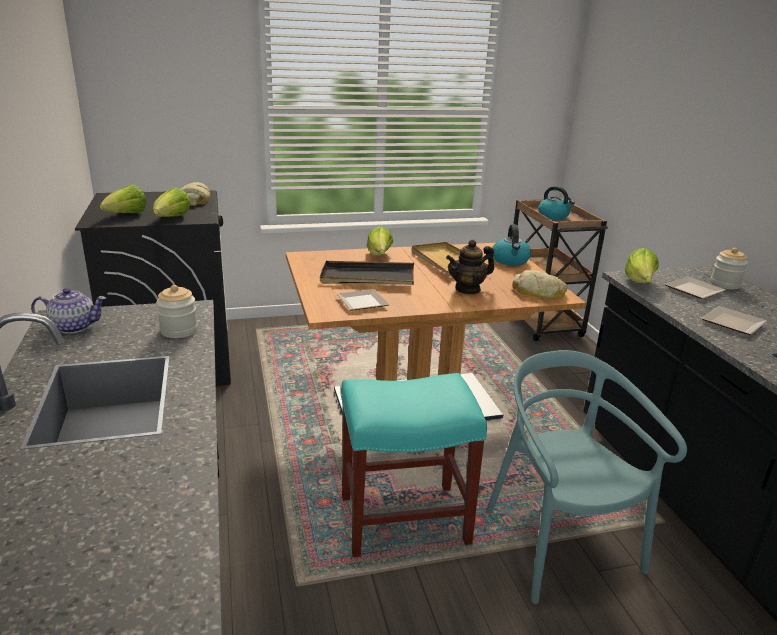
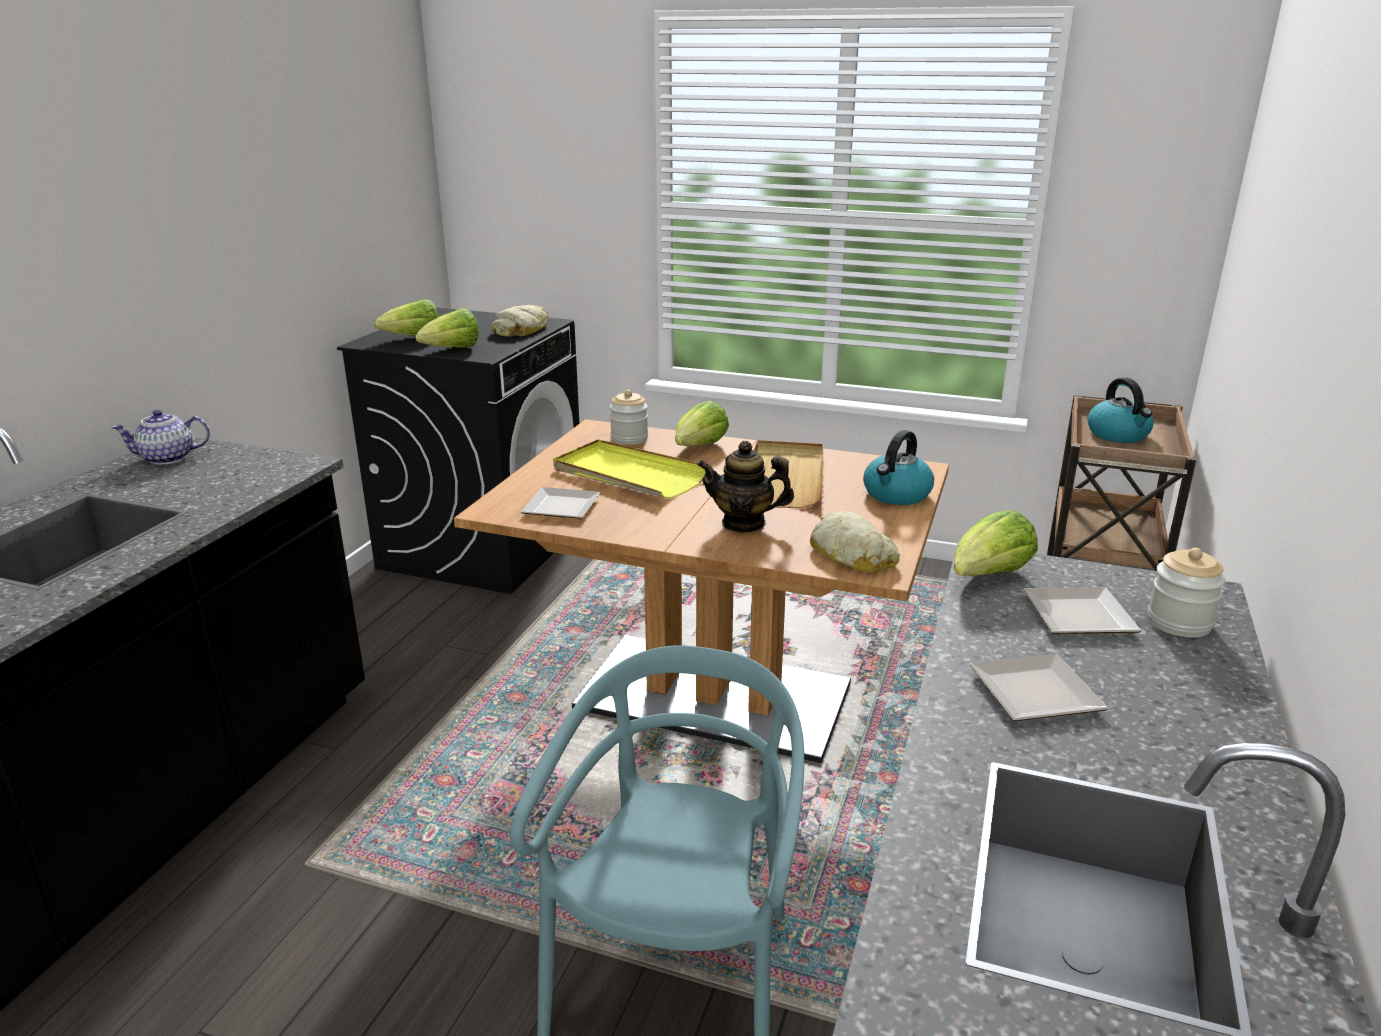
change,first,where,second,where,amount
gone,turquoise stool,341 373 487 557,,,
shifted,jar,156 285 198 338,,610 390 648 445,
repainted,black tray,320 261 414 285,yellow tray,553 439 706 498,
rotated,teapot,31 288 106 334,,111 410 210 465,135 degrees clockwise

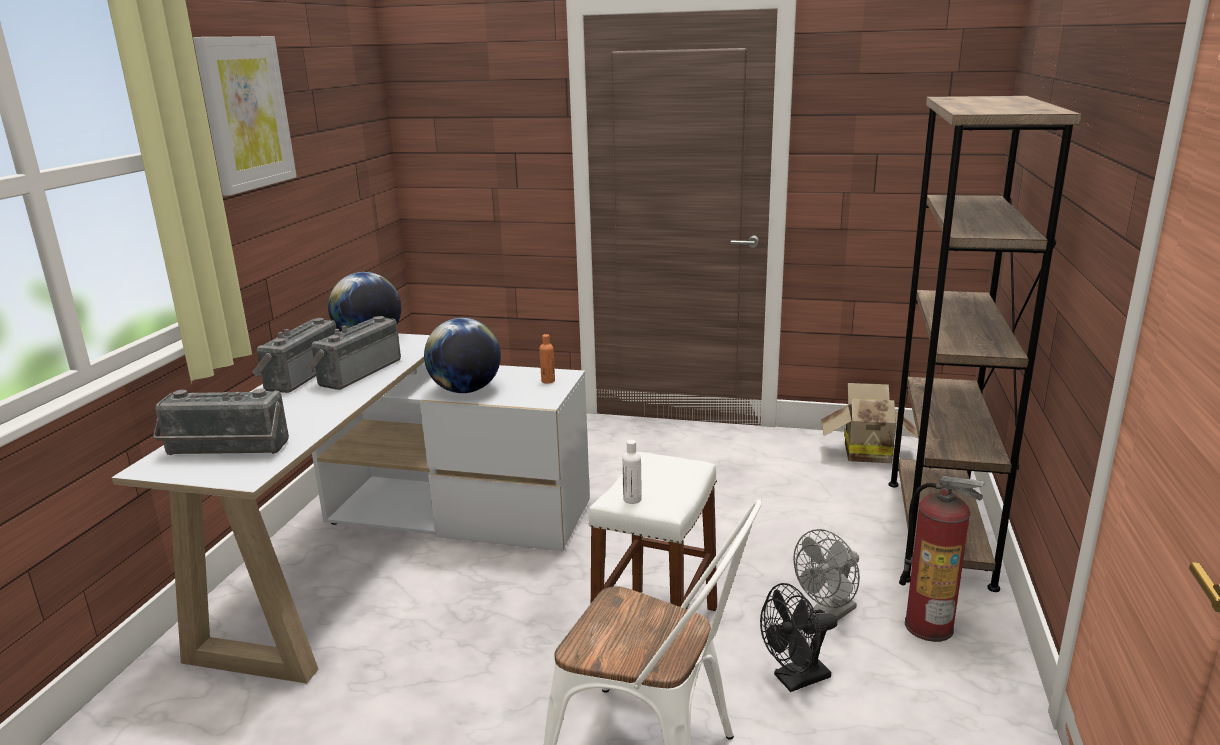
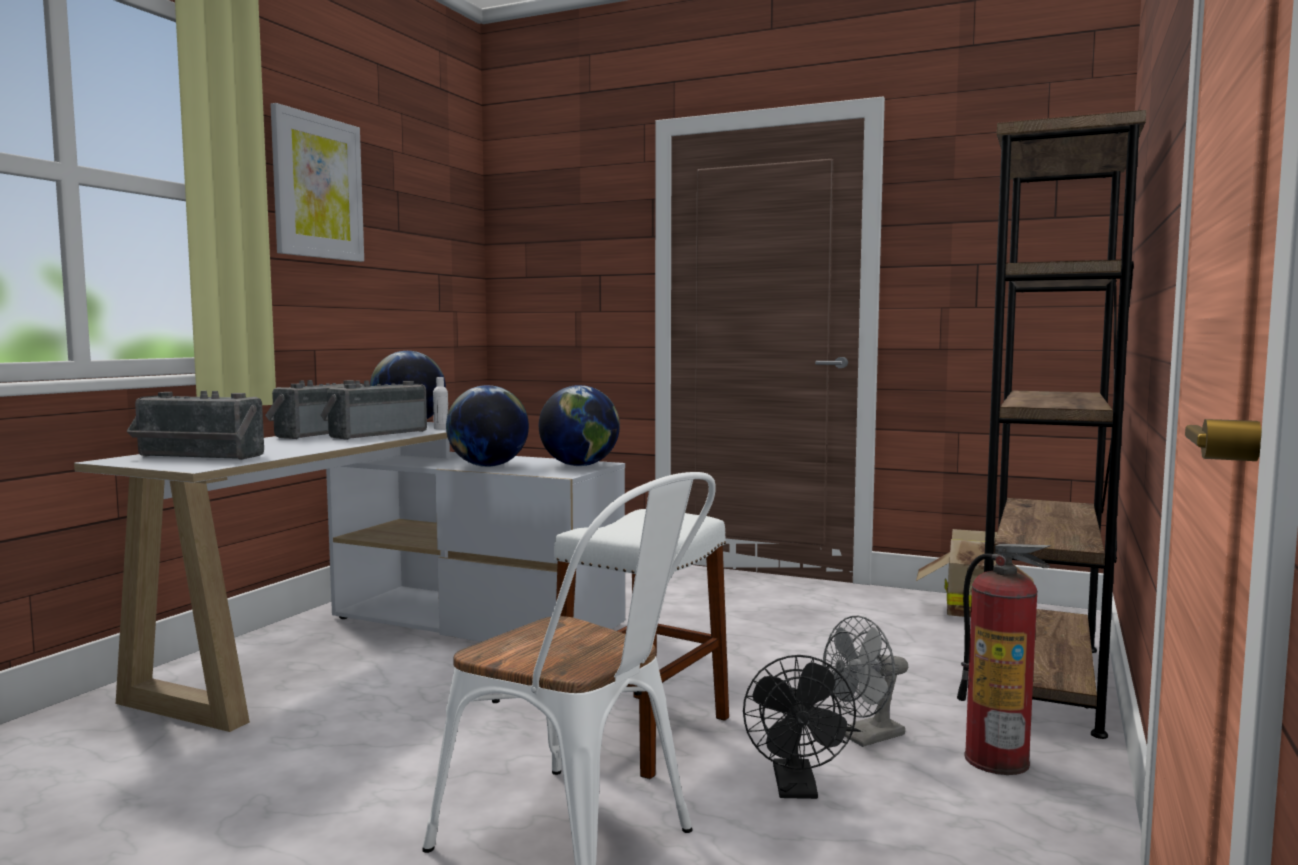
change,first,where,second,where,amount
shifted,white bottle,622 440 642 504,,433 377 448 429,
swapped,orange bottle,539 334 555 384,globe,539 385 620 466,
rotated,black fan,760 583 838 692,,743 655 856 799,75 degrees counterclockwise

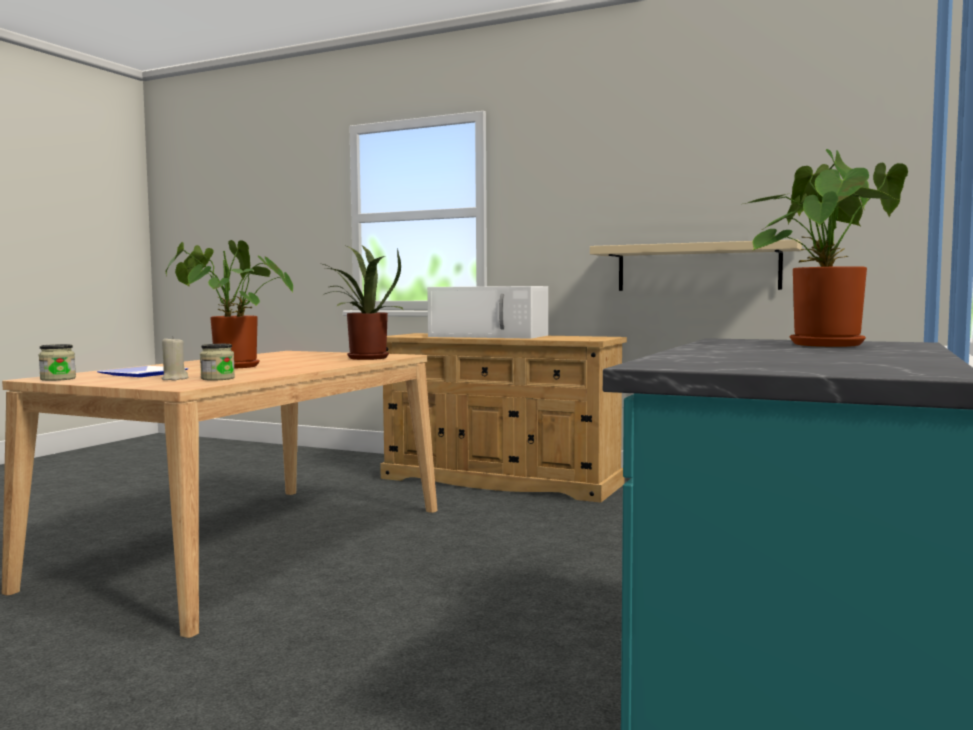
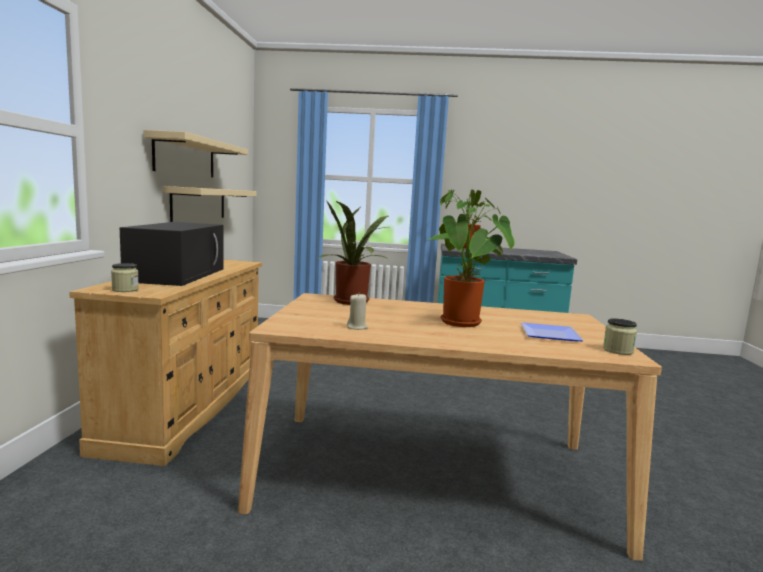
change,first,where,second,where,amount
new,,,beige shelf,143 130 248 177,
shifted,beige candle,161 336 188 381,,347 293 368 330,
shifted,jar,200 344 235 381,,111 263 139 292,
repainted,white microwave,427 286 548 339,black microwave,120 222 224 286,

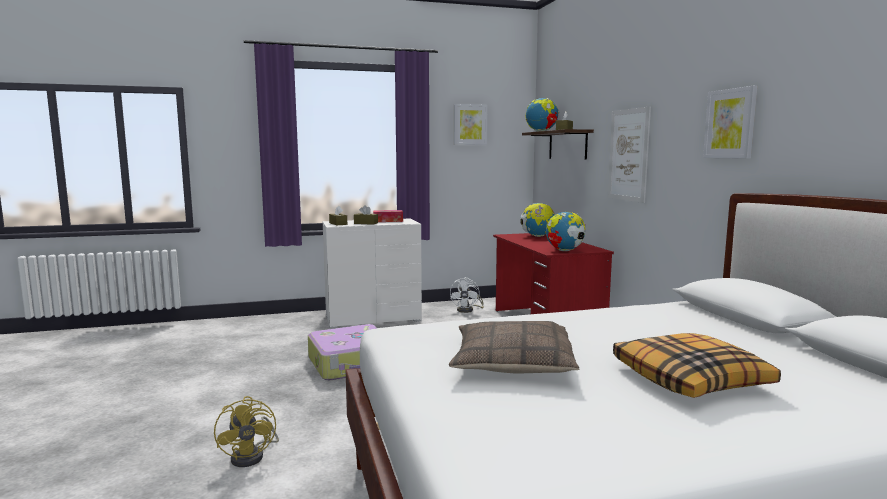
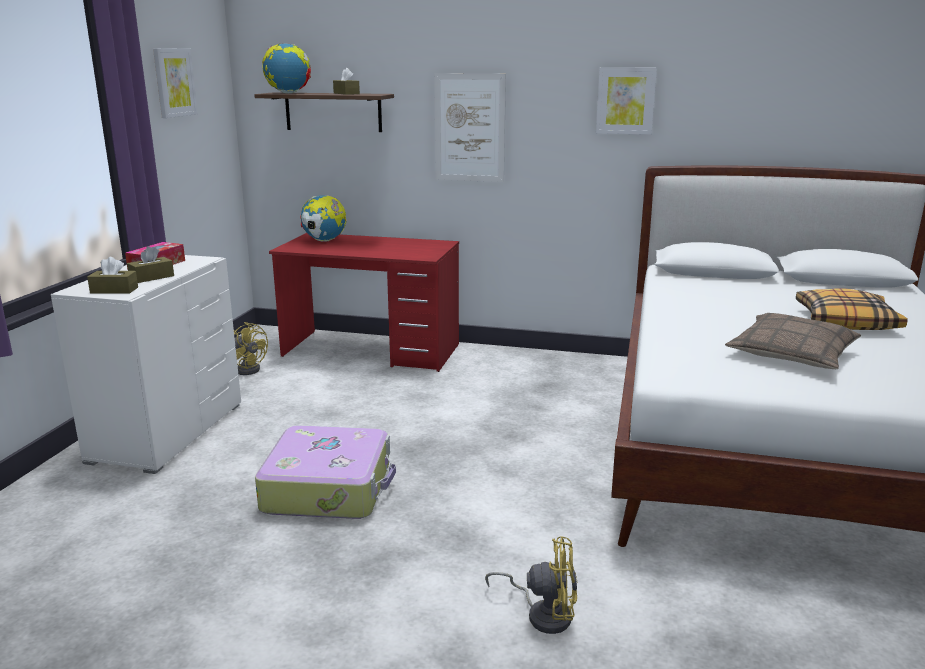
change,first,where,second,where,amount
gone,globe,546 212 585 251,,,
repainted,white fan,450 277 484 313,yellow fan,234 322 268 375,

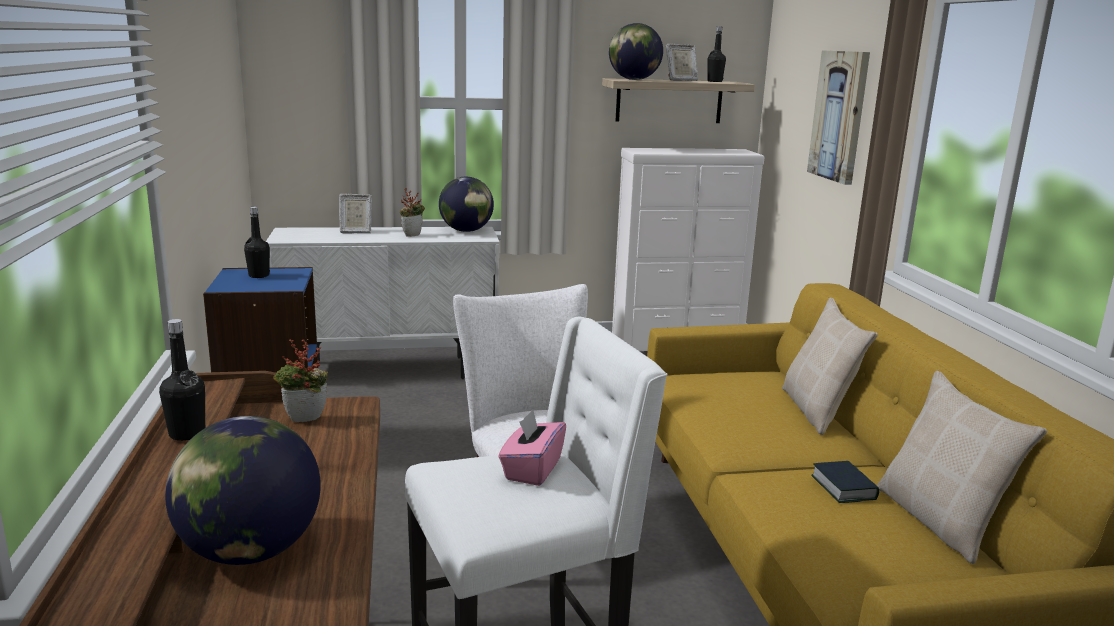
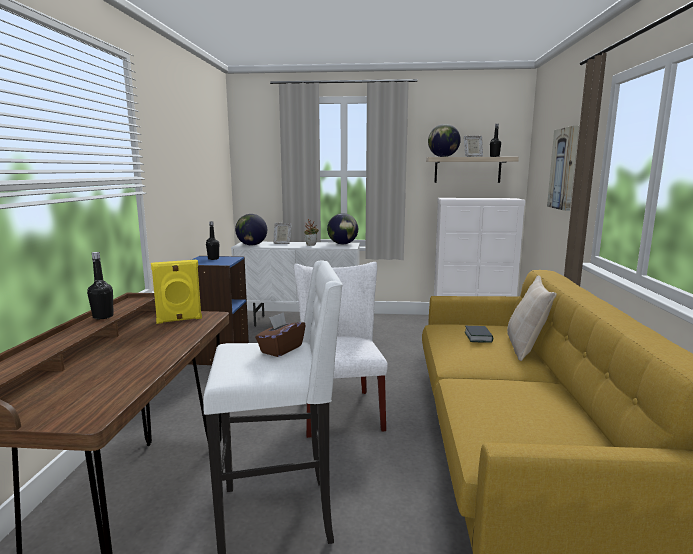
change,first,where,second,where,amount
gone,beige pillow,877 371 1047 564,,,
shifted,globe,165 416 321 565,,235 214 267 245,
shifted,book,811 461 879 503,,465 326 493 343,
swapped,potted plant,273 339 328 422,yellow speaker,151 260 202 324,
repainted,pink tissue box,498 409 566 486,brown tissue box,255 312 306 357,

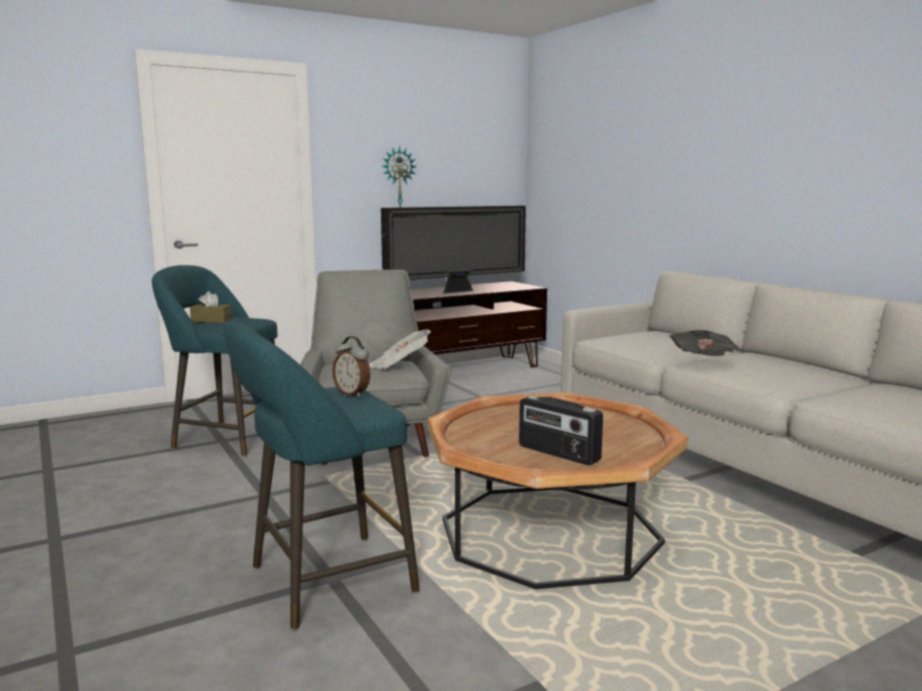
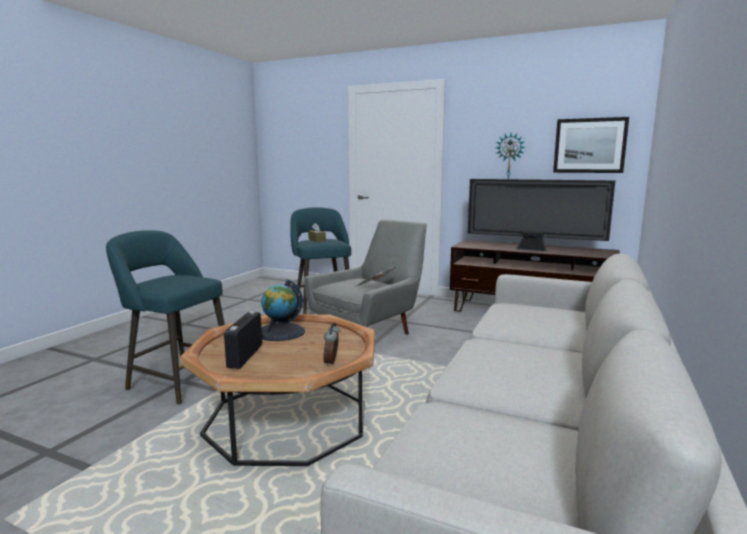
change,first,where,second,where,amount
gone,newspaper,669 330 738 356,,,
new,,,globe,261 280 305 341,
new,,,picture,553 117 629 173,
shifted,alarm clock,332 336 371 397,,323 322 340 367,

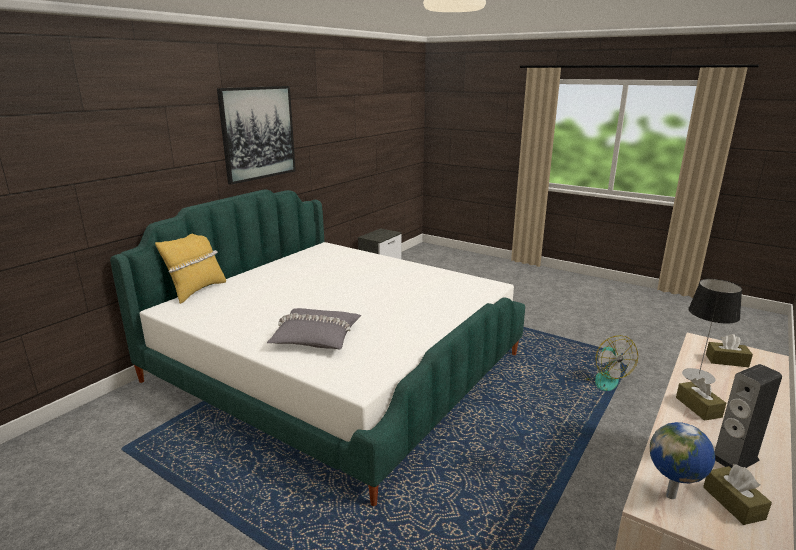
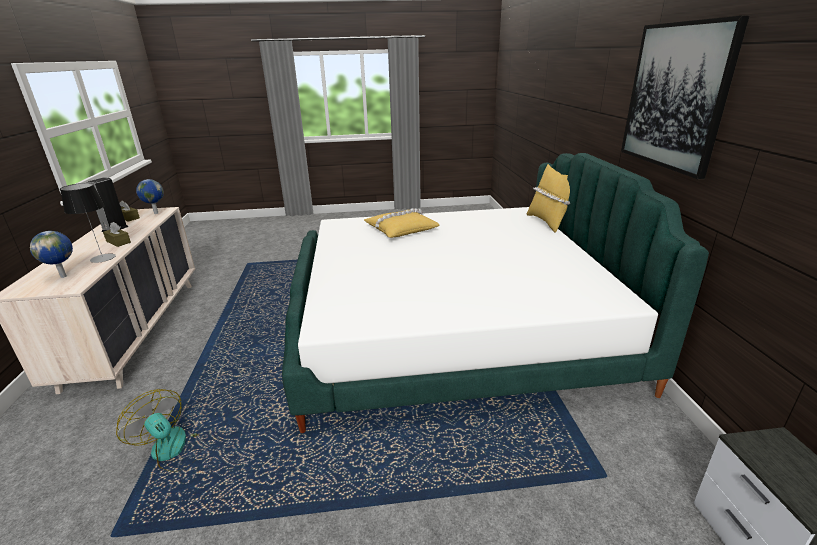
change,first,where,second,where,amount
swapped,brown tissue box,706 334 753 367,globe,30 231 73 278,
repainted,grey pillow,267 308 361 349,yellow pillow,364 208 440 238,

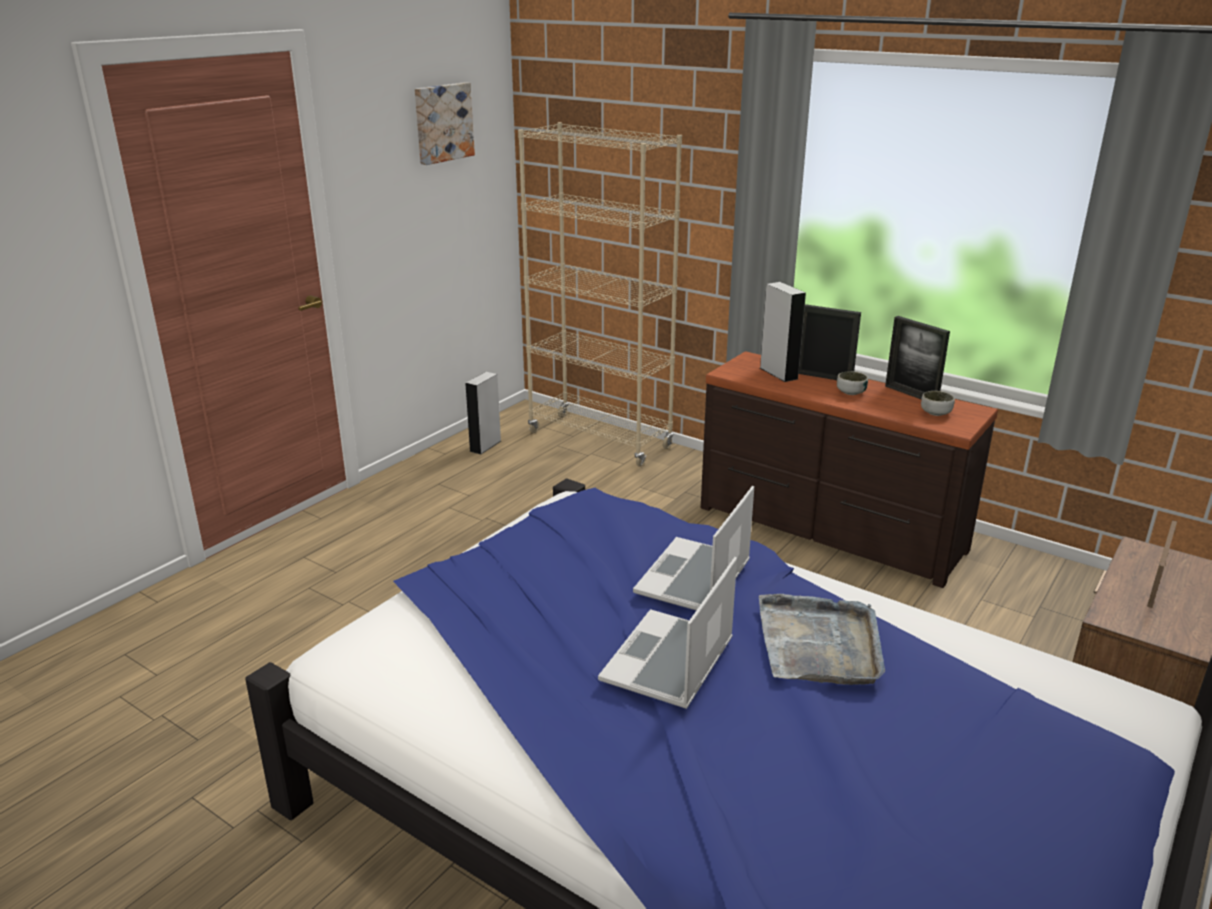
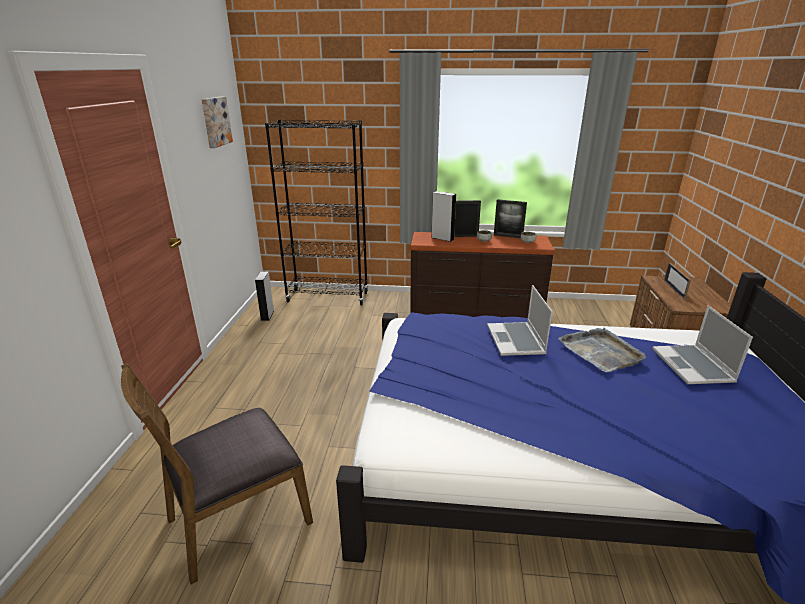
change,first,where,second,where,amount
new,,,brown chair,121 363 313 584,
shifted,laptop,598 557 737 709,,653 306 753 384,
repainted,beige bookcase,518 122 682 467,black bookcase,265 119 368 306,

